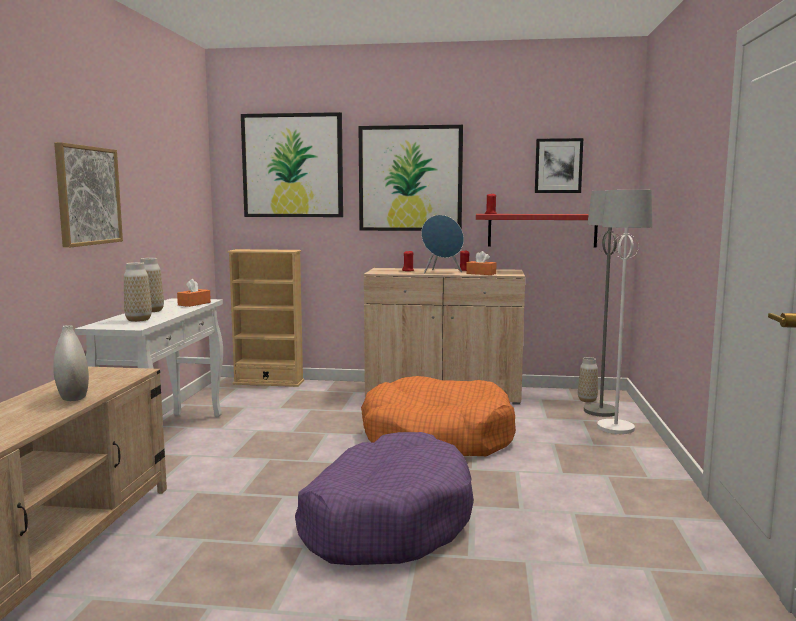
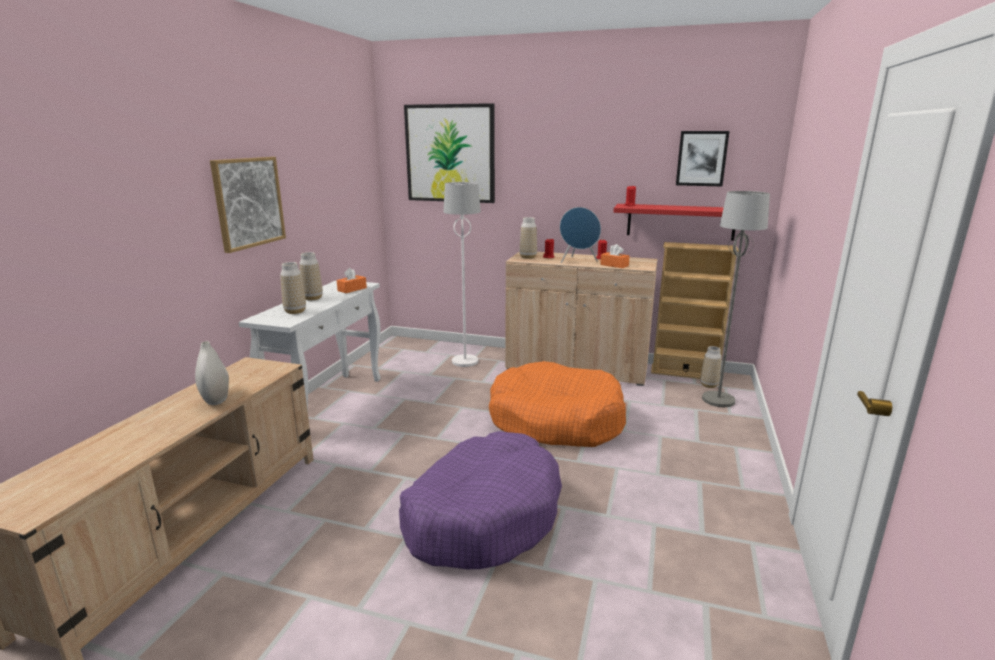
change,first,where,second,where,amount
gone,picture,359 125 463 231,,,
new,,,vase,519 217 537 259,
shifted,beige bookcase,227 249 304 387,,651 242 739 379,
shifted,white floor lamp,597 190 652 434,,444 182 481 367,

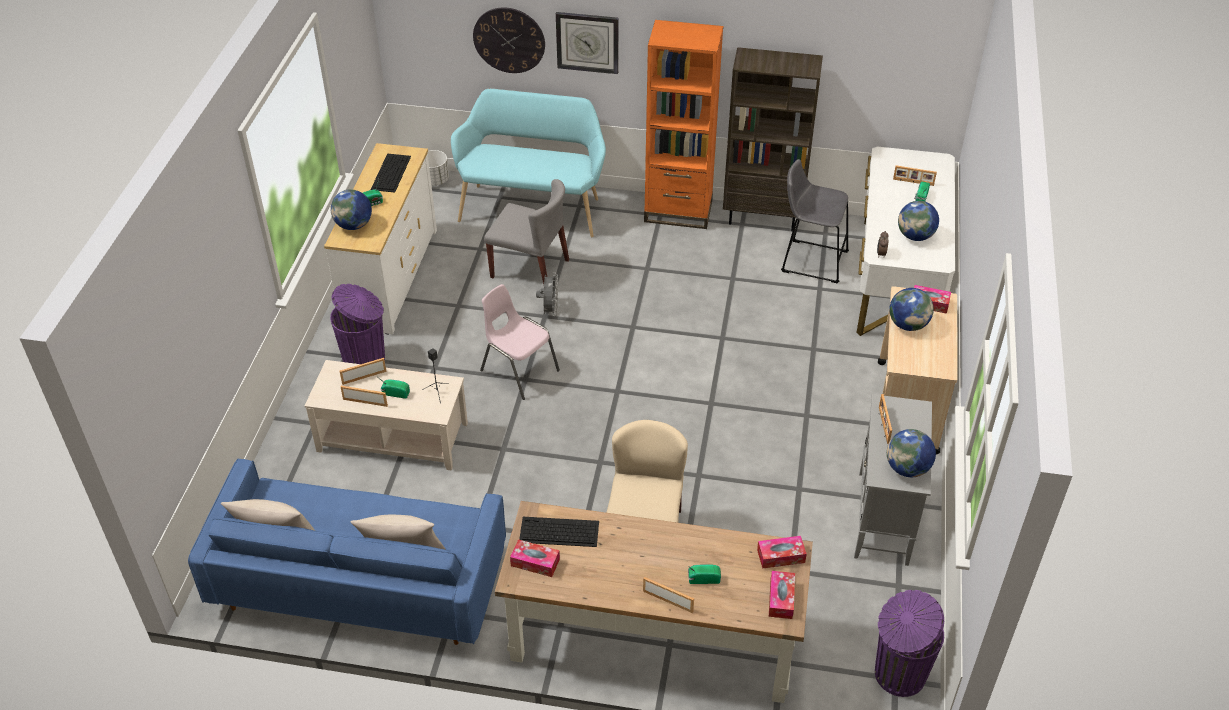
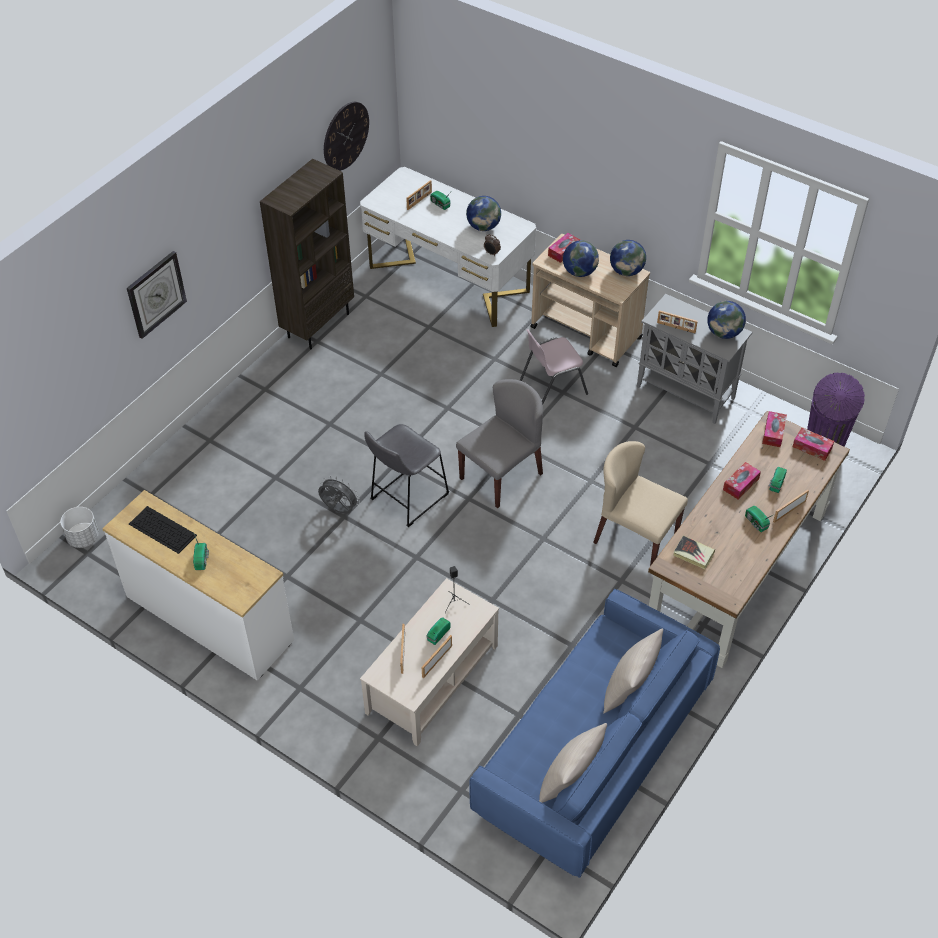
change,first,where,second,where,amount
gone,purple trash can,330 284 385 364,,,
gone,turquoise bench,451 89 606 237,,,
gone,orange bookcase,644 20 723 229,,,
new,,,radio,745 506 774 532,
shifted,globe,331 189 372 230,,610 240 646 276,
shifted,wall clock,473 7 545 73,,324 102 369 171,
shifted,pink chair,480 284 560 400,,520 329 588 404,
shifted,grey chair,484 179 569 284,,456 379 543 508,
shifted,tissue box,510 539 560 577,,723 462 761 499,
shifted,grey stool,781 159 849 283,,364 424 450 527,
swapped,keyboard,519 517 599 547,book,673 536 715 569,

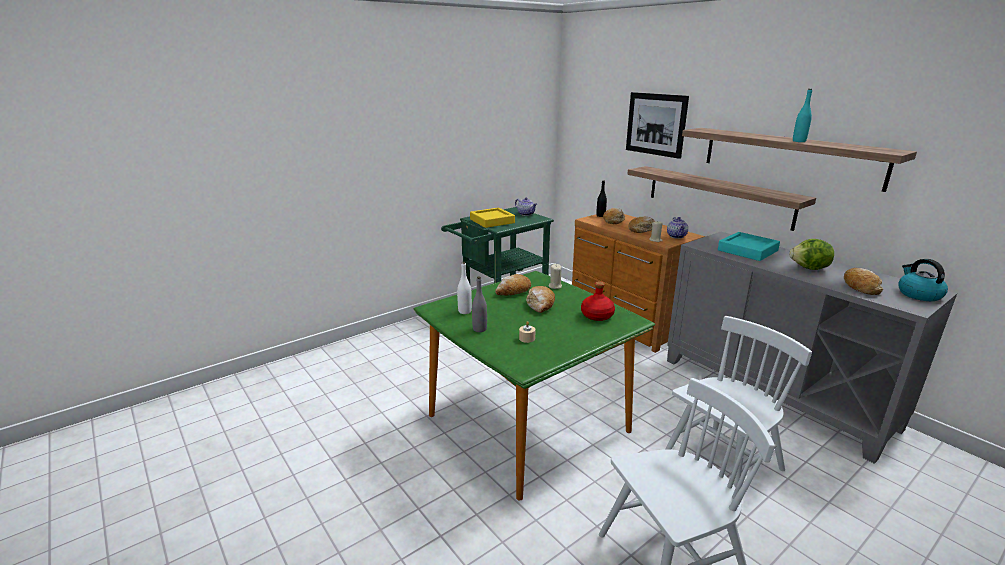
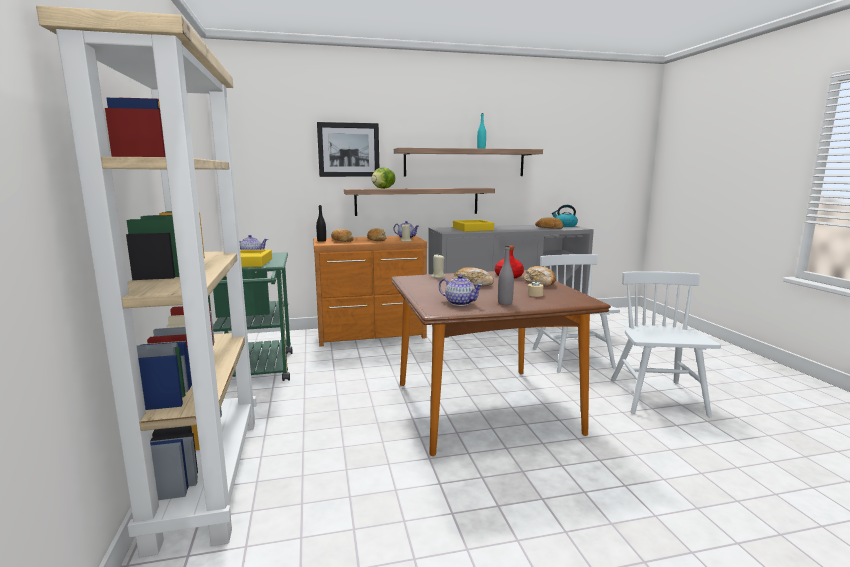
change,first,where,second,where,amount
new,,,beige bookcase,36 6 257 557,
shifted,bread,495 274 531 296,,524 266 556 286,
shifted,lettuce,789 239 834 270,,371 167 395 189,
swapped,white bottle,457 262 472 314,teapot,439 275 483 306,
repainted,green dining table,414 271 655 501,brown dining table,391 270 611 456,
repainted,turquoise tray,718 232 780 261,yellow tray,453 220 494 232,

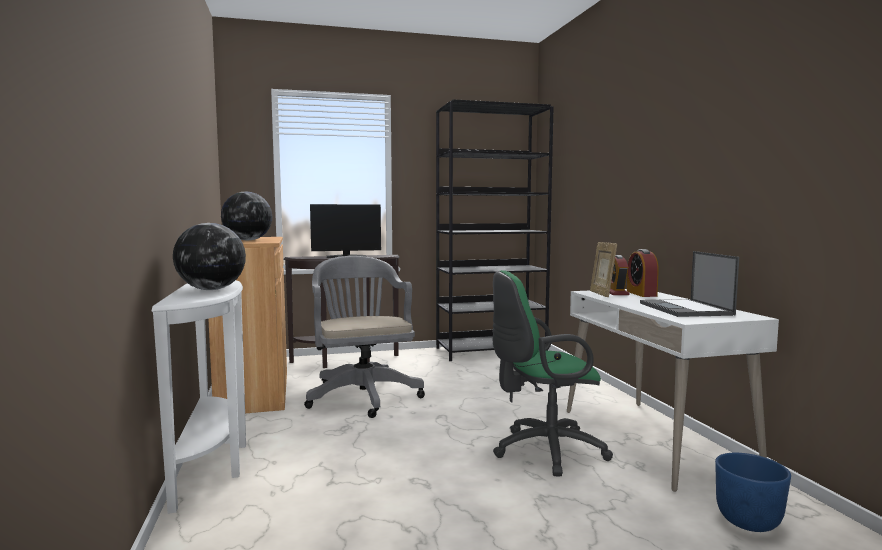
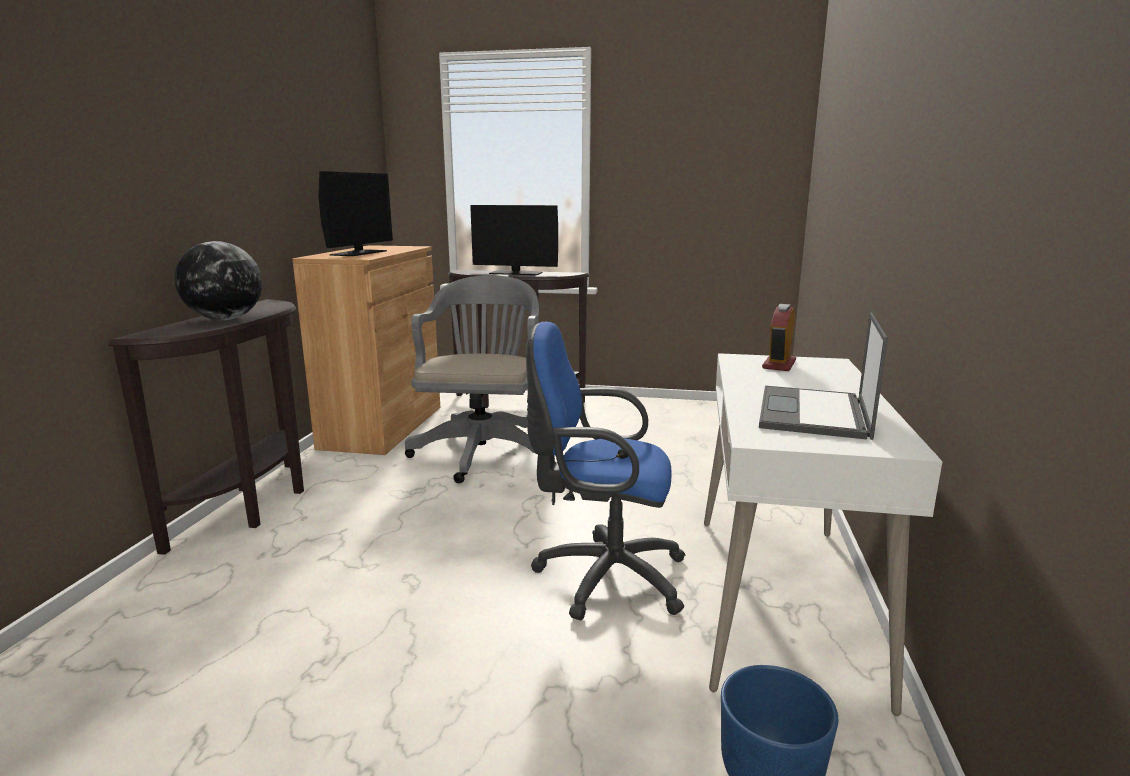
change,first,where,second,where,amount
gone,black bookcase,436 99 554 361,,,
gone,picture frame,590 242 617 297,,,
gone,alarm clock,627 249 659 297,,,
swapped,globe,221 192 272 241,monitor,318 171 393 256,
repainted,white console table,152 280 246 514,brown console table,109 299 304 555,
repainted,green office chair,492 270 613 476,blue office chair,526 322 686 620,

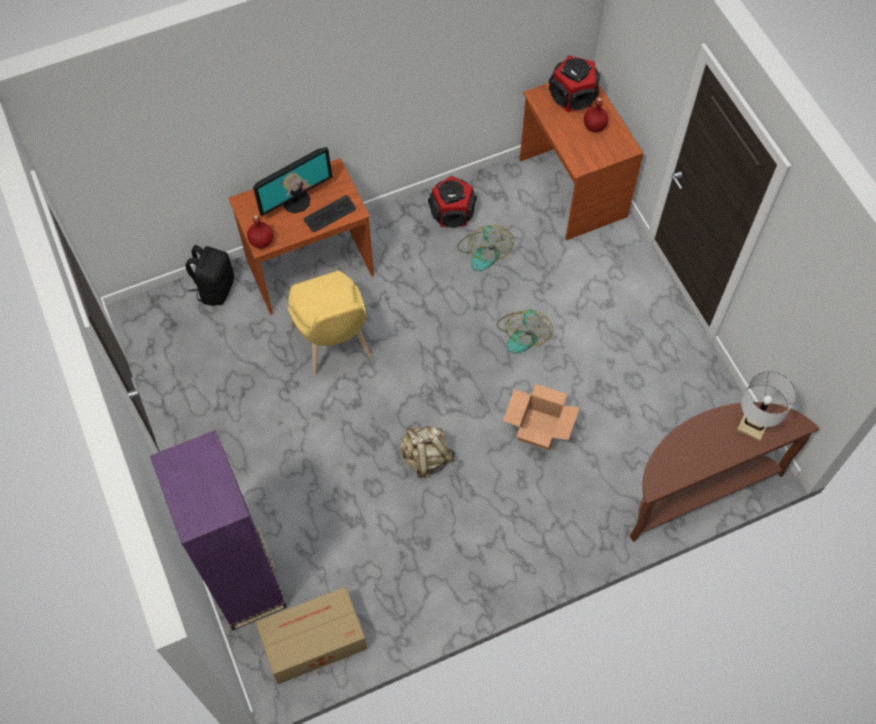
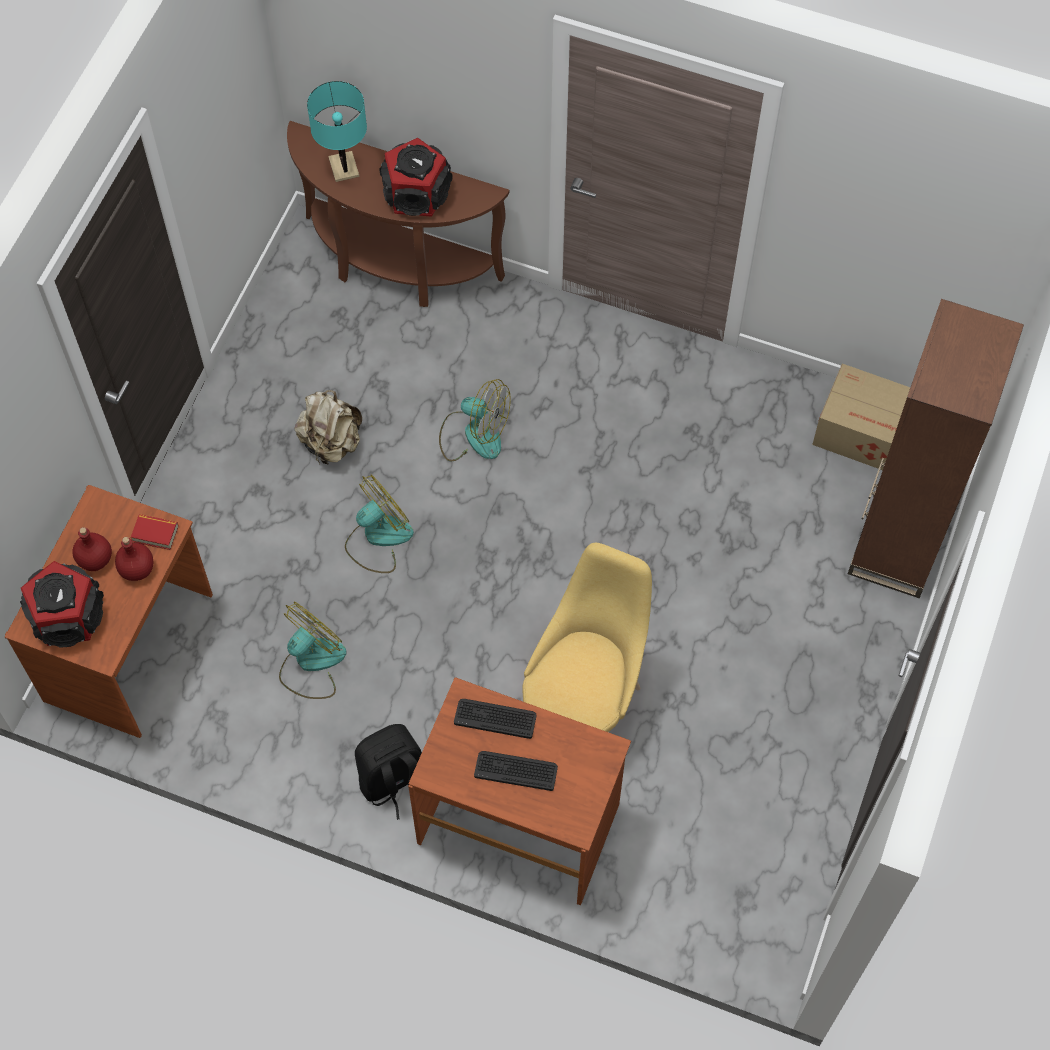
change,first,where,second,where,amount
new,,,book,131 514 178 550,
shifted,black backpack,185 245 234 306,,355 724 422 820,
shifted,red bottle,247 215 273 248,,115 537 154 581,
shifted,beige backpack,399 426 455 478,,294 390 362 464,
shifted,speaker,428 176 477 228,,379 138 453 217,
swapped,monitor,253 147 333 217,keyboard,474 751 558 791,
swapped,cardboard box,503 384 580 451,fan,439 379 511 461,
repainted,purple bookcase,150 430 287 630,brown bookcase,848 299 1024 598,
repainted,white table lamp,737 371 796 441,turquoise table lamp,307 81 367 182,

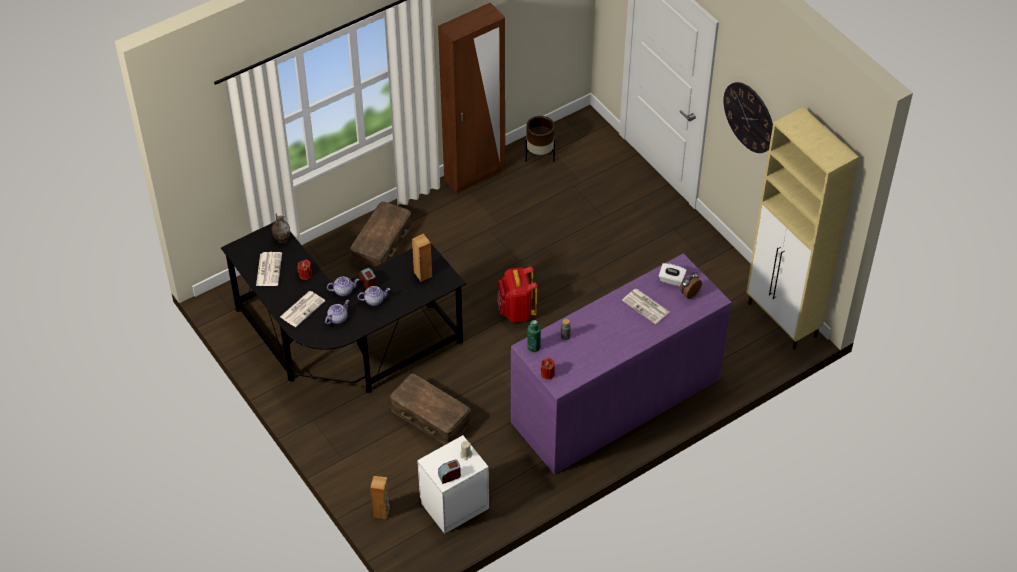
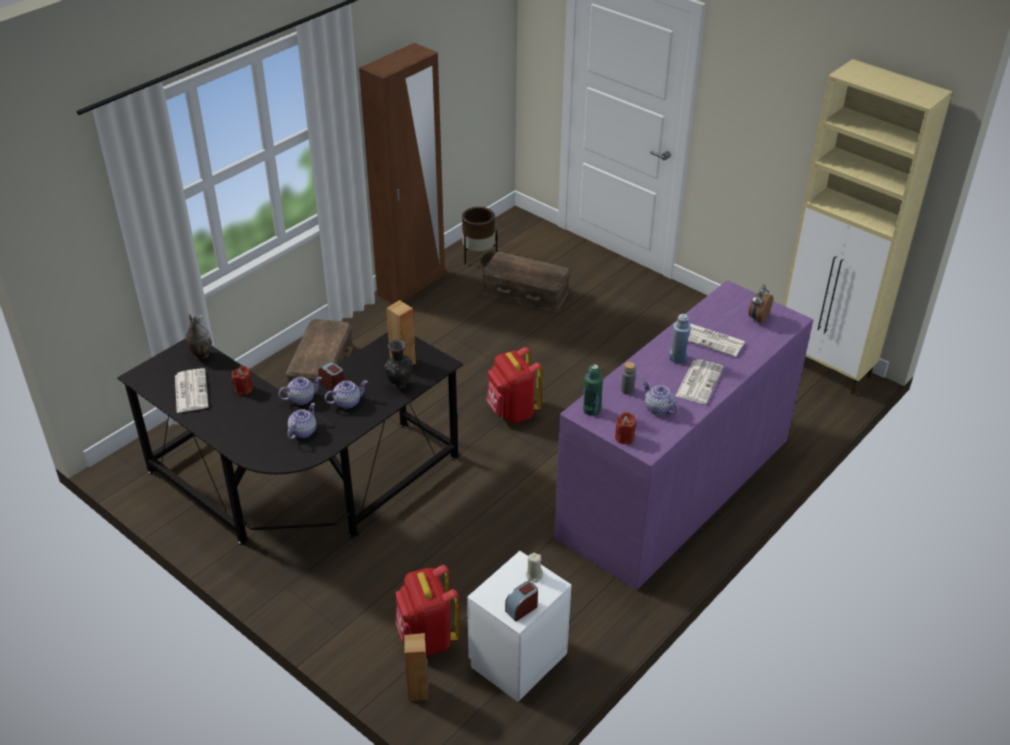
change,first,where,second,where,amount
gone,white tissue box,659 263 687 286,,,
gone,wall clock,723 82 773 153,,,
new,,,black vase,383 340 413 389,
new,,,red backpack,395 565 460 656,
new,,,teapot,642 381 679 415,
new,,,blue bottle,669 314 691 363,
shifted,newspaper,280 291 325 327,,675 359 724 404,
shifted,brown storage box,390 373 471 445,,482 252 571 312,

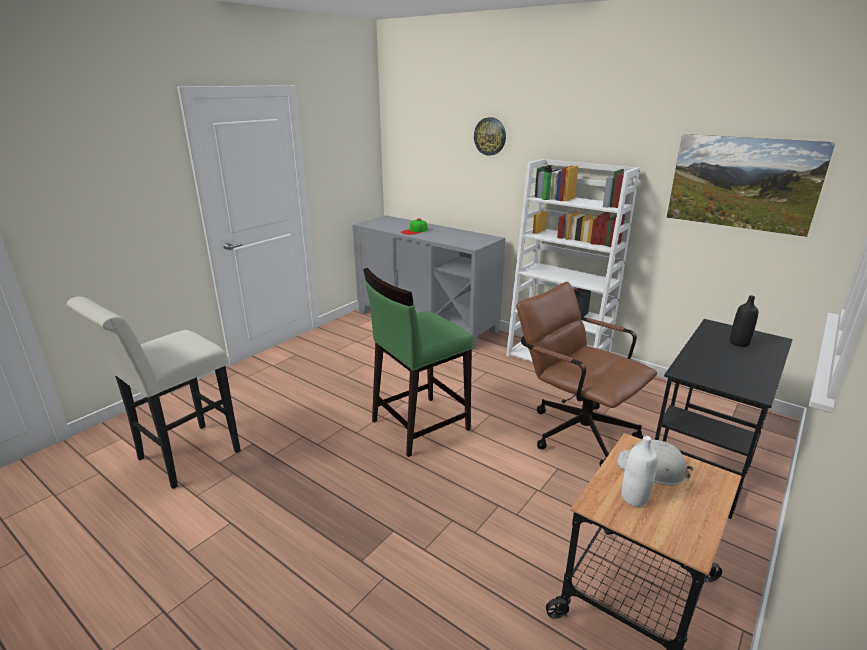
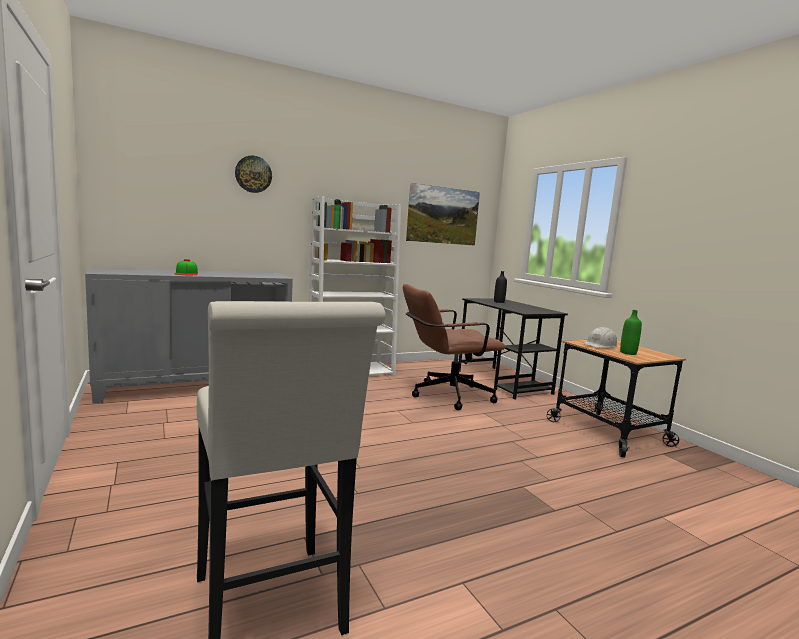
change,first,where,second,where,amount
gone,green stool,363 268 473 457,,,
repainted,white bottle,622 436 658 507,green bottle,620 310 642 355,

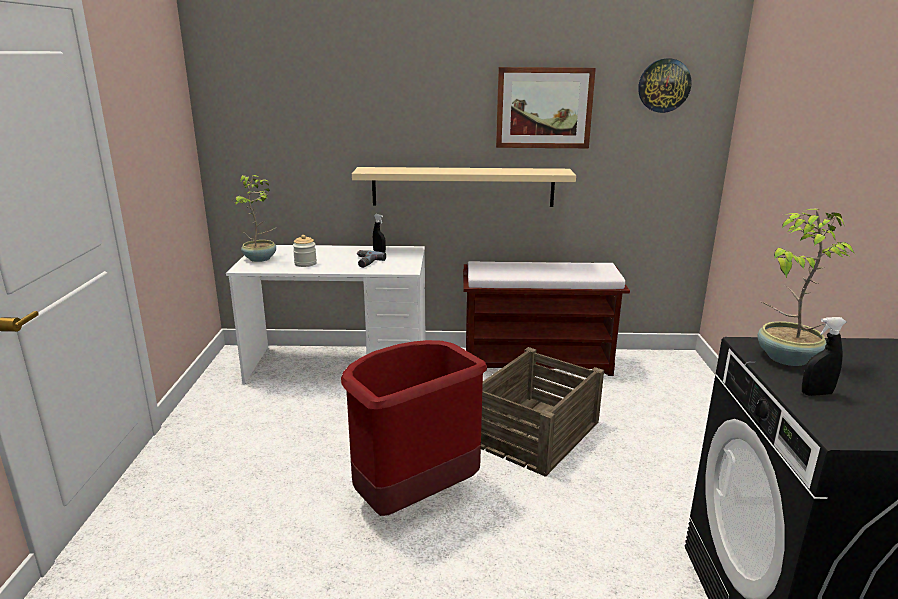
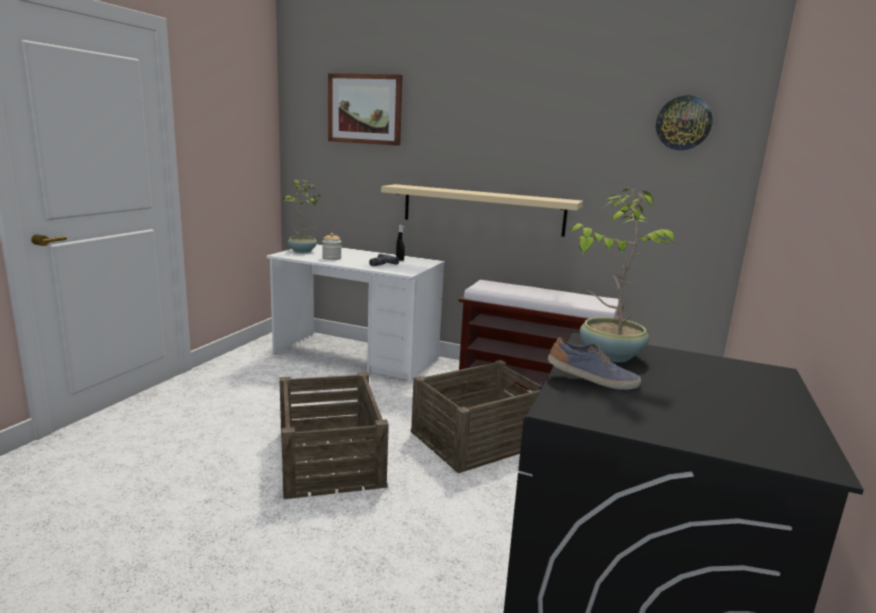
change,first,where,second,where,amount
shifted,picture,496 67 596 148,,328 73 402 146,
swapped,red trash can,341 340 487 516,crate,279 372 389 499,
swapped,black spray bottle,802 317 846 396,shoe,548 337 641 390,

